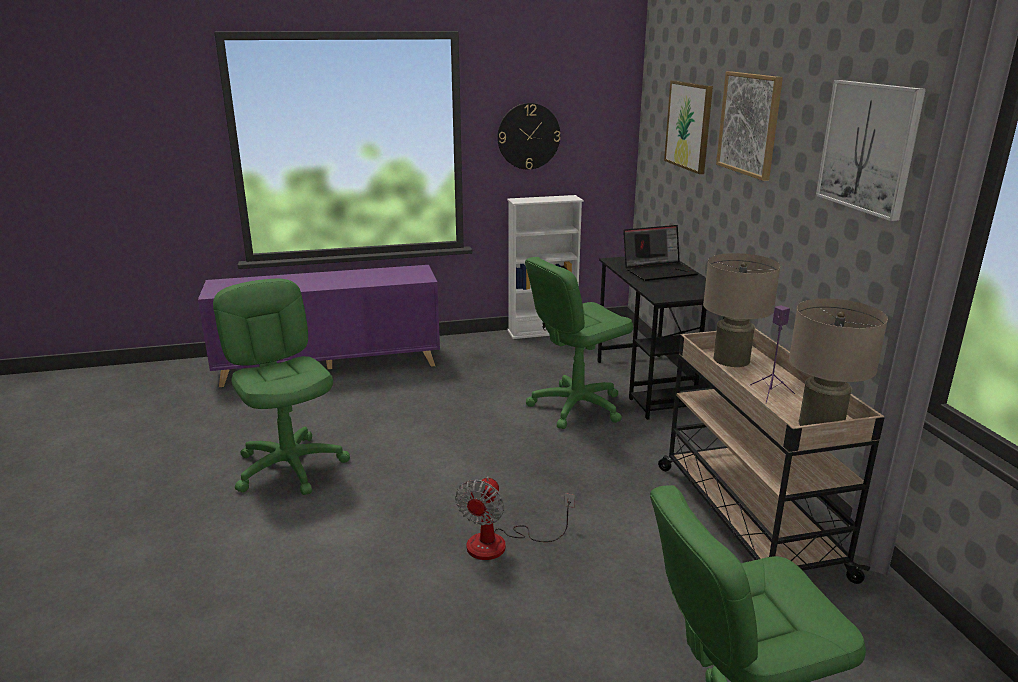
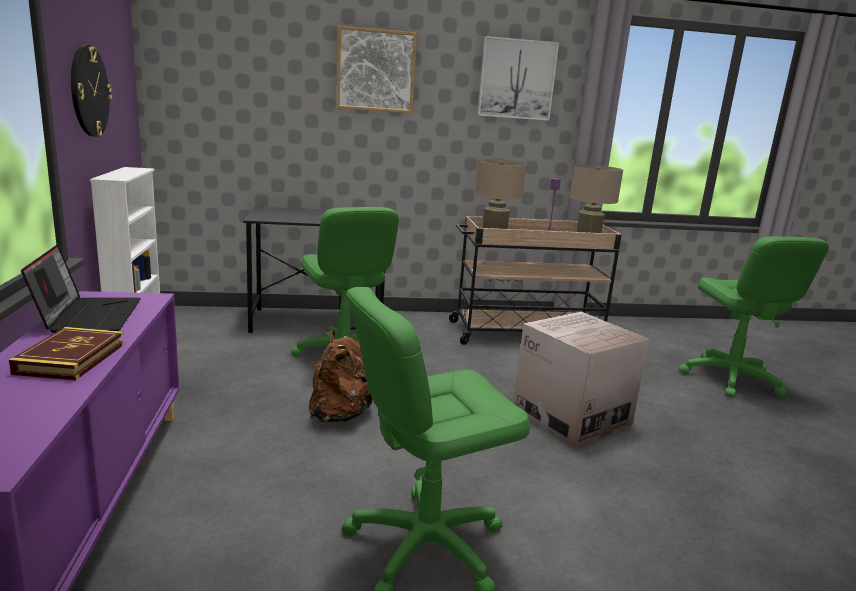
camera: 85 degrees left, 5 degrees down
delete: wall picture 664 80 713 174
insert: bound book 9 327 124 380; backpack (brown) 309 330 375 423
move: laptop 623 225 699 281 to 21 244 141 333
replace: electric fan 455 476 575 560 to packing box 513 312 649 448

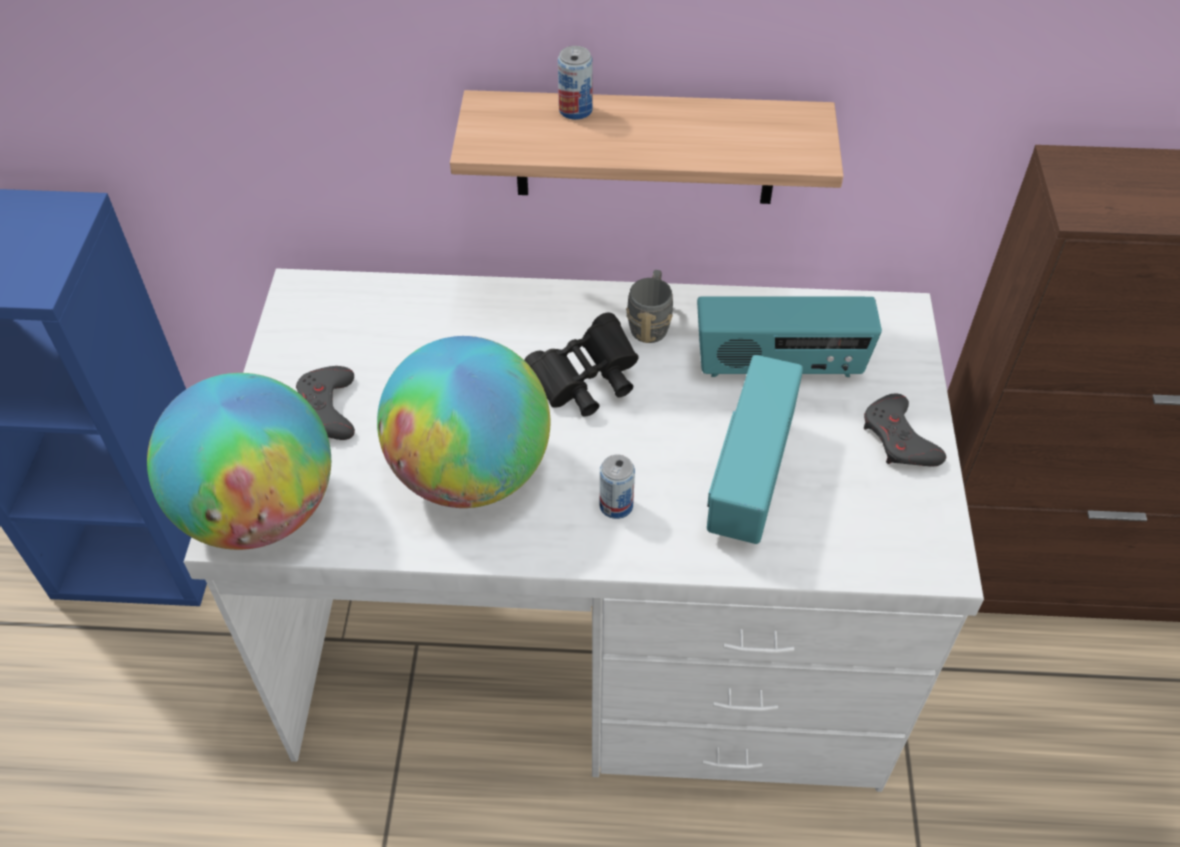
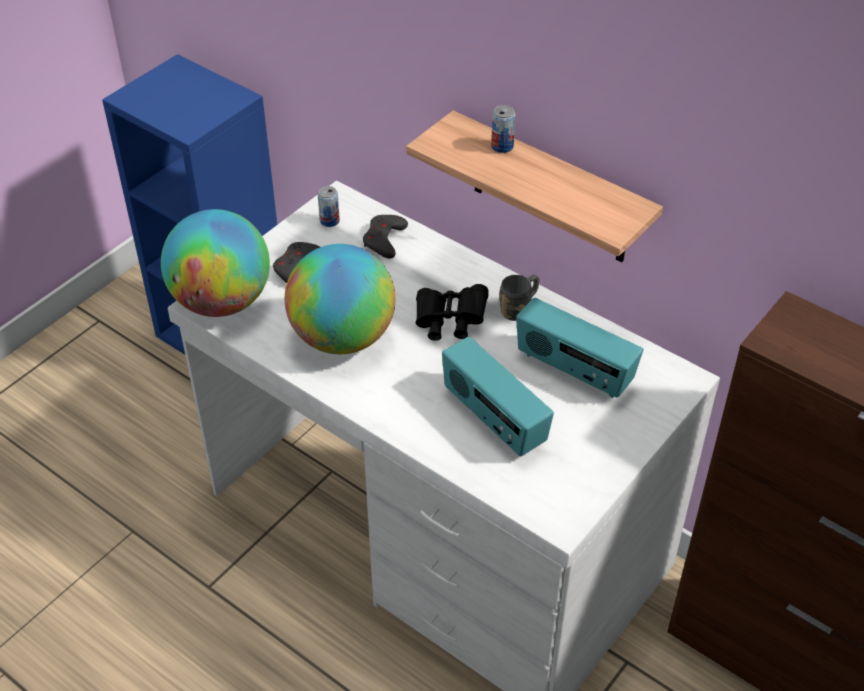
camera: 35 degrees right, 5 degrees down
move: can 600 455 635 519 to 318 186 340 227; gamepad (greyish) 864 394 946 467 to 363 215 408 259
rotate: radio set 707 355 803 544 = 442 337 554 456 90 degrees counterclockwise

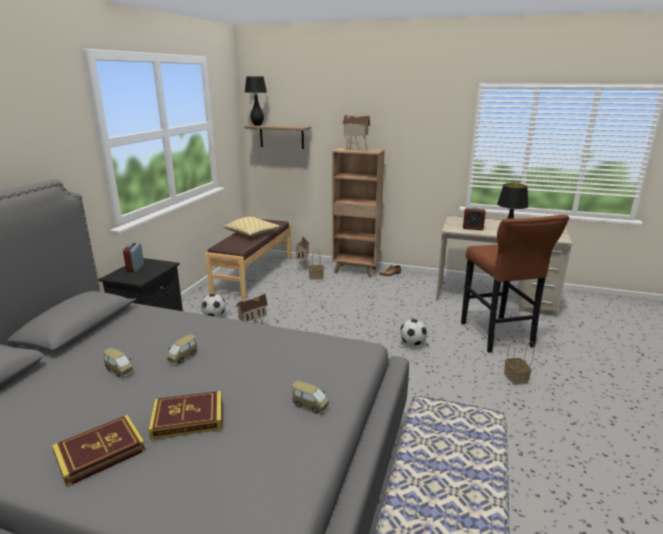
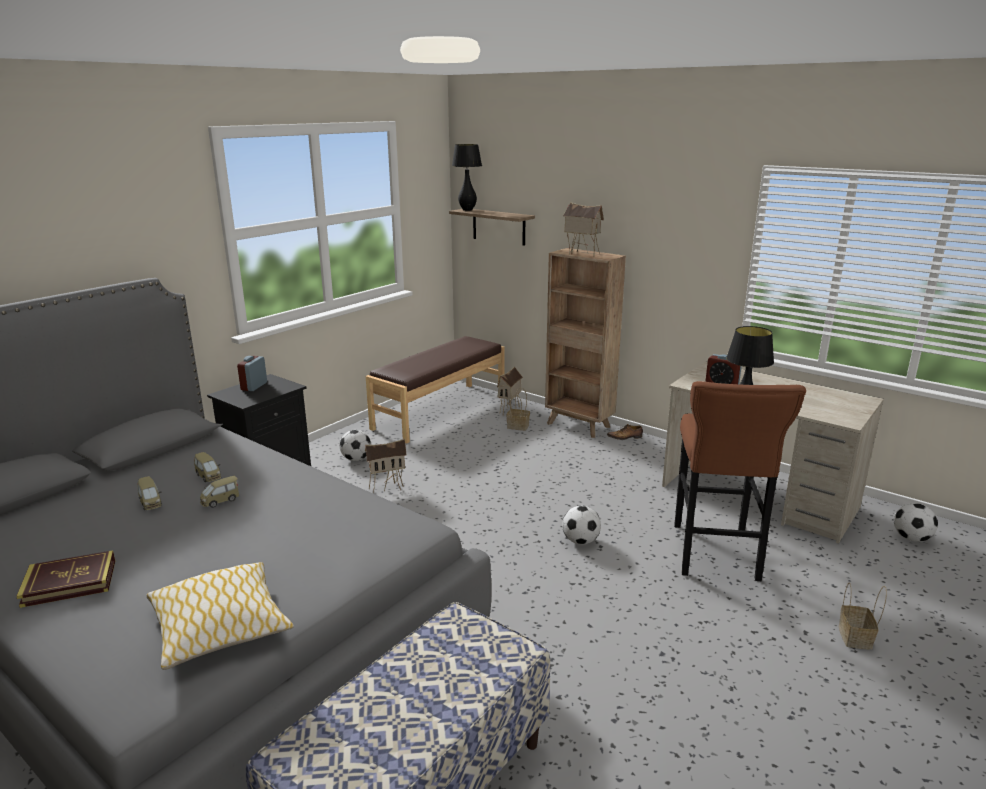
camera: 20 degrees right, 0 degrees up
delete: bound book 149 391 222 439
insert: football 894 503 938 542
move: cushion 223 217 280 236 to 146 562 294 670; miniature car 292 381 329 414 to 194 452 221 482; storage basket 504 341 534 385 to 839 582 887 650

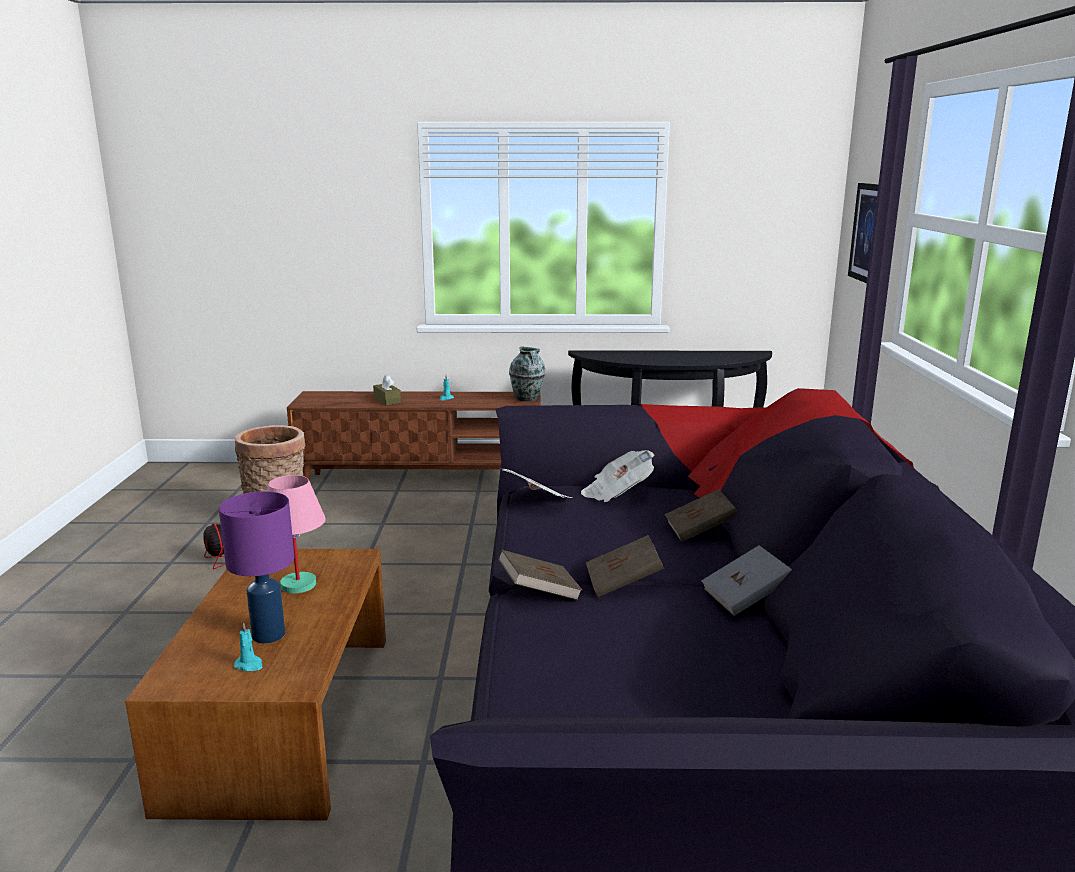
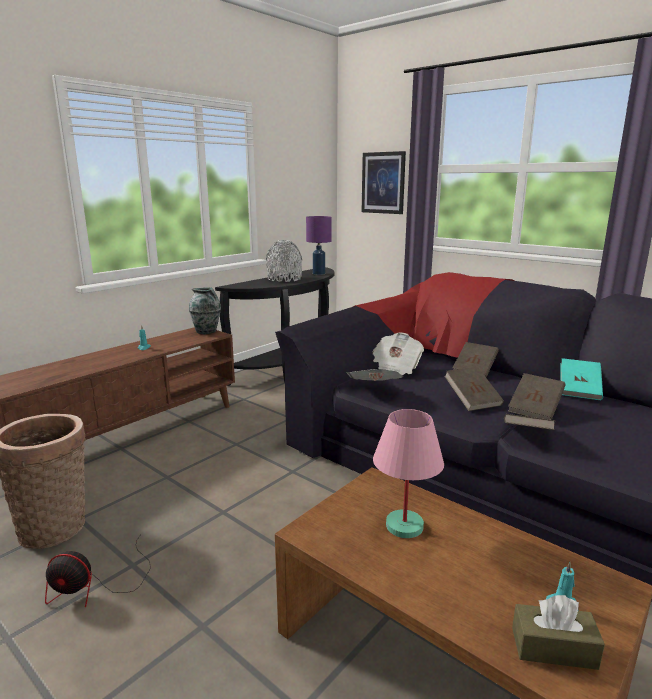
camera: 50 degrees left, 0 degrees up
insert: vase (greyish) 266 240 302 282; bound book (brown) 444 367 504 411
move: tabletop lamp (purple-coloured) 219 491 294 643 to 306 216 332 275; tissue box (brown) 373 375 401 406 to 512 595 605 670
recolor: bound book (greyish) 701 545 792 616 to bound book (blue-green) 560 358 603 400

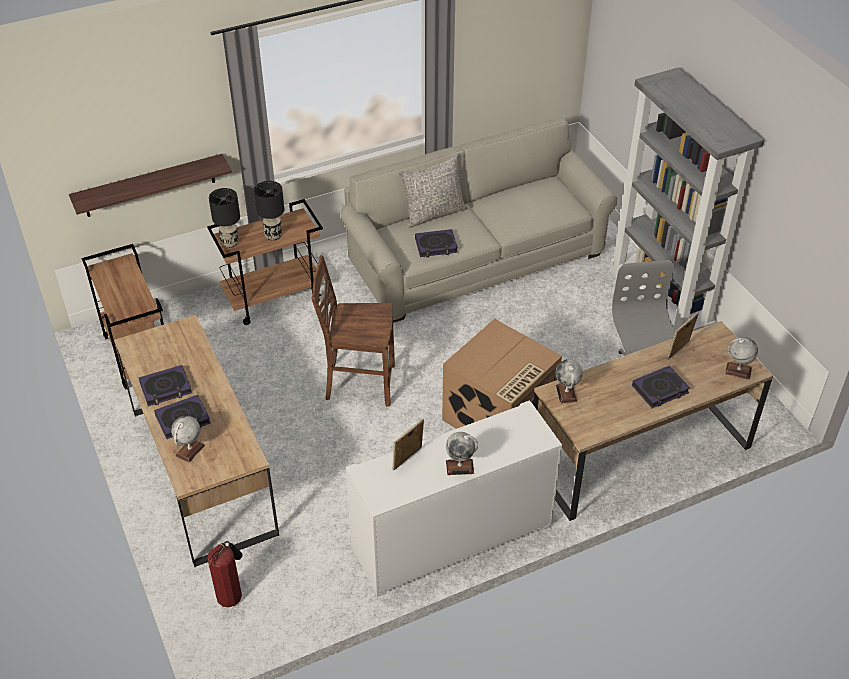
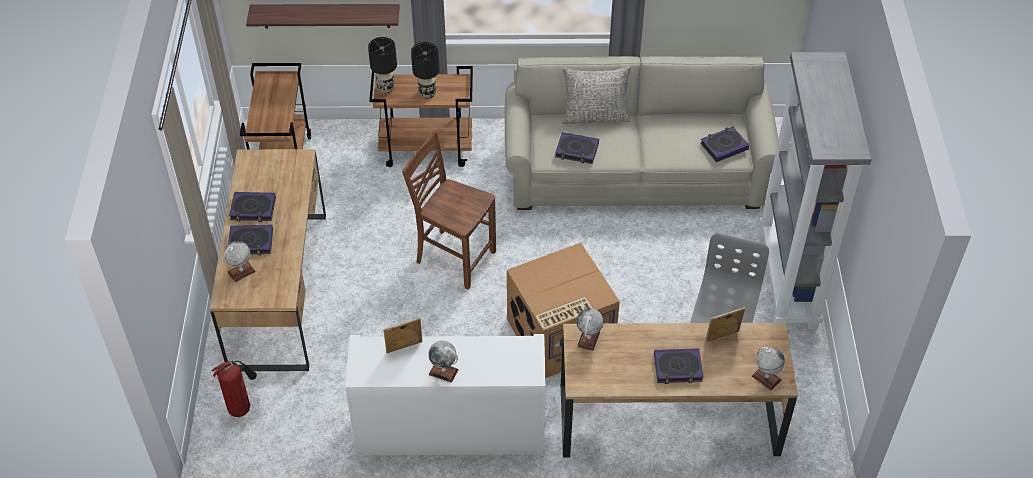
camera: 25 degrees right, 5 degrees up
insert: bound book 700 126 749 162

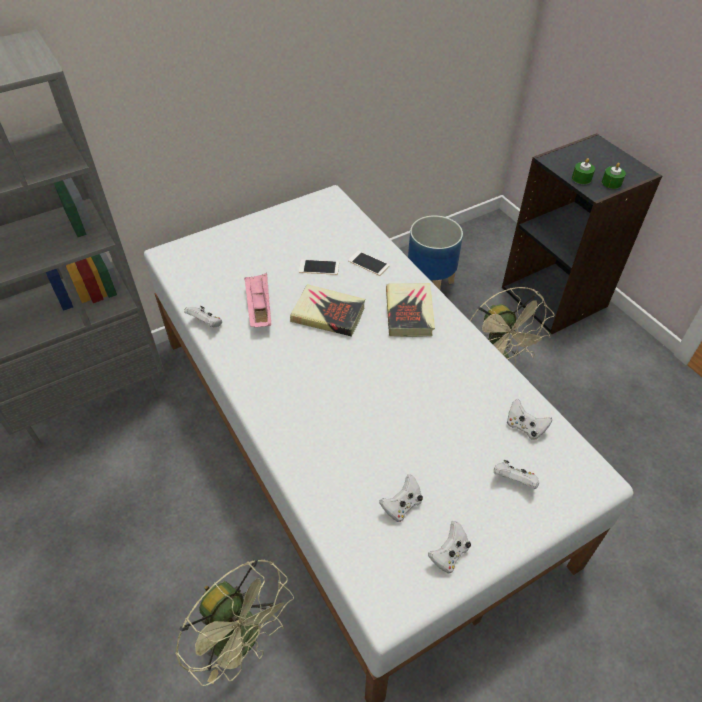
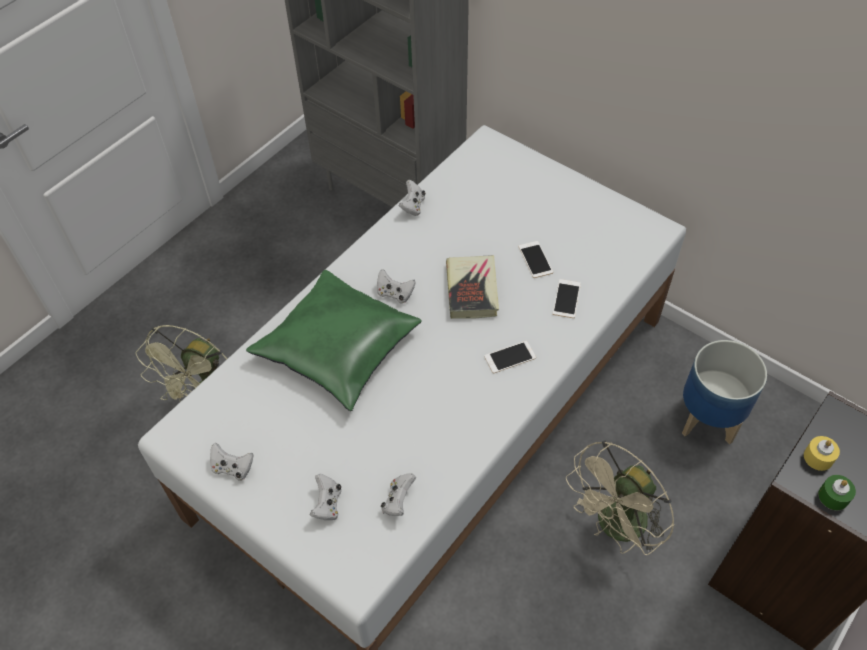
camera: 70 degrees right, 5 degrees up
delete: carrying tray (pink-coloured) 244 273 271 327
insert: cushion (green-coloured) 246 270 422 411
move: gamepad (whitish) 379 474 423 522 to 377 269 416 304
replace: bound book 386 283 435 337 to telephone 484 341 536 373
recolor: wax candle (green-coloured) 572 158 595 184 to wax candle (yellow) 804 436 840 471

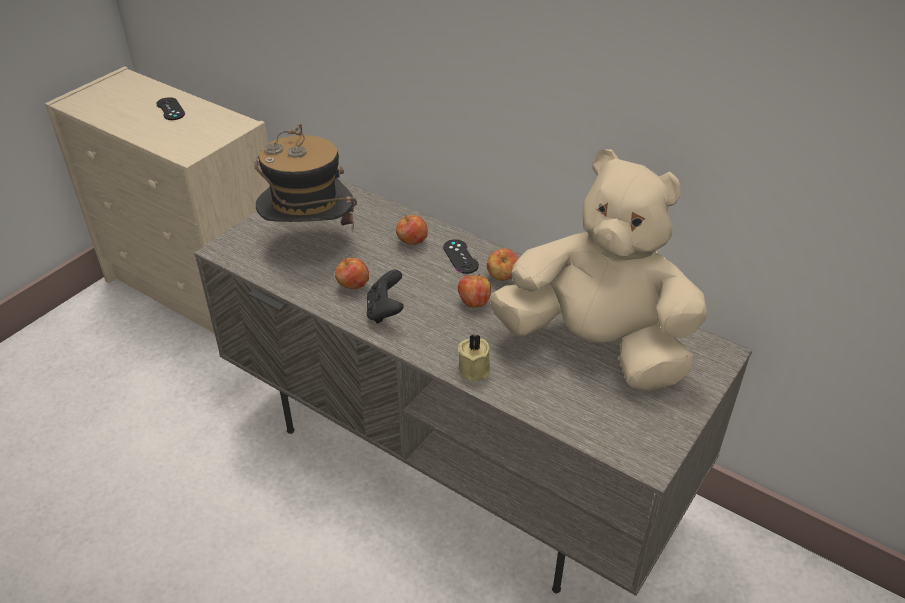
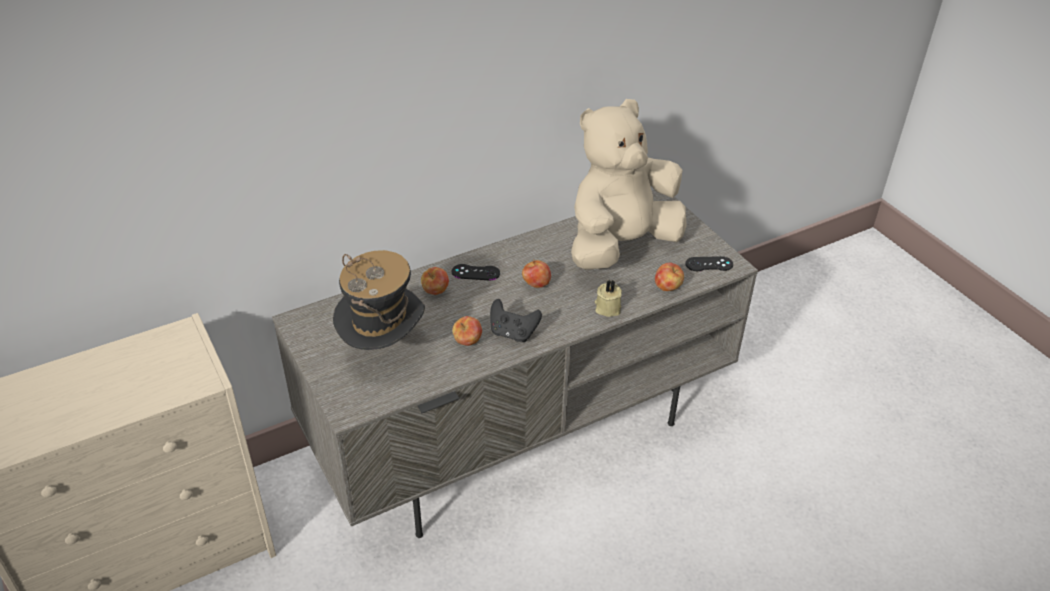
camera: 65 degrees left, 0 degrees up
move: gamepad (black-coloured) 156 97 185 120 to 685 256 733 271; whole apple 487 248 519 281 to 655 263 684 291

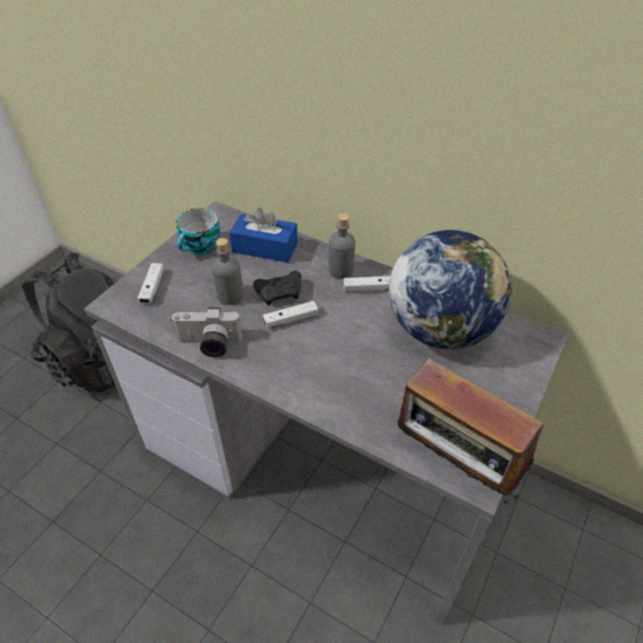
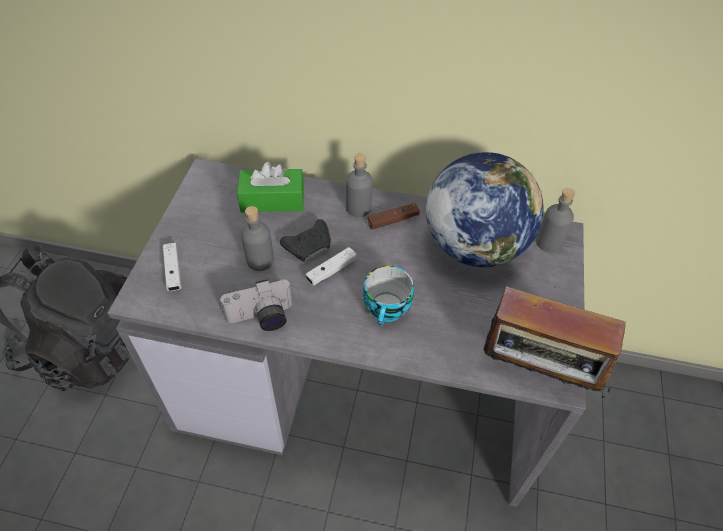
camera: 20 degrees left, 5 degrees up
insert: bottle (greyish) 536 188 575 253
move: small cup 176 208 220 255 to 363 266 414 326
recolor: tissue box (blue) 230 208 298 263 to tissue box (green-coloured) 237 162 304 213; gamepad (whitish) 344 276 391 292 to gamepad (brown) 368 203 420 229

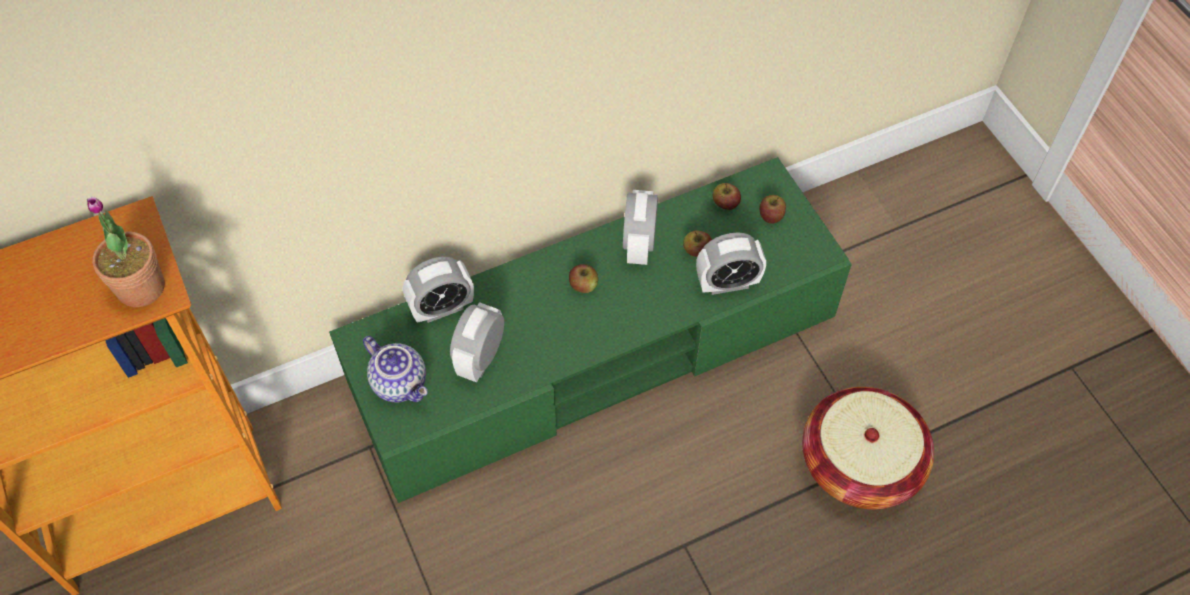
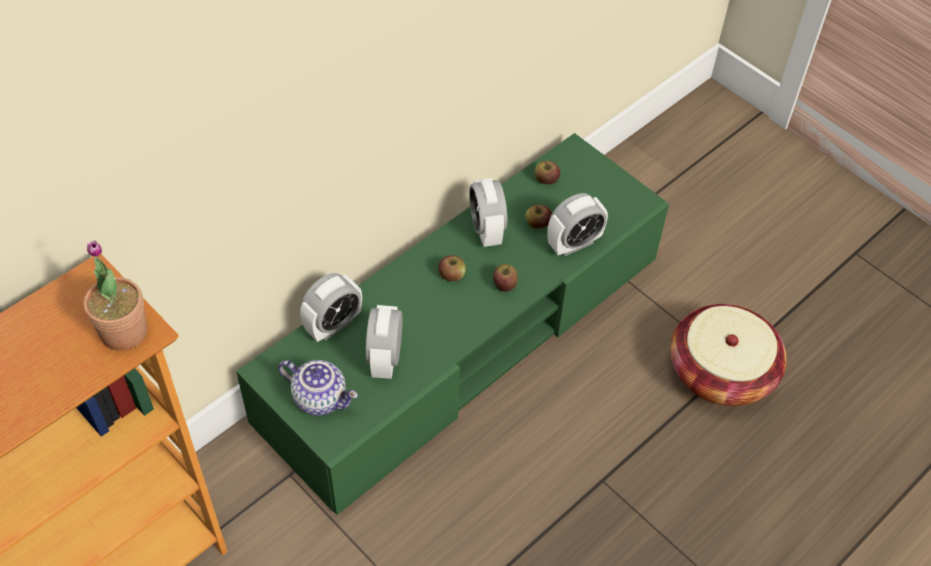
camera: 20 degrees left, 5 degrees down
move: whole apple 759 195 786 224 to 493 264 518 292

